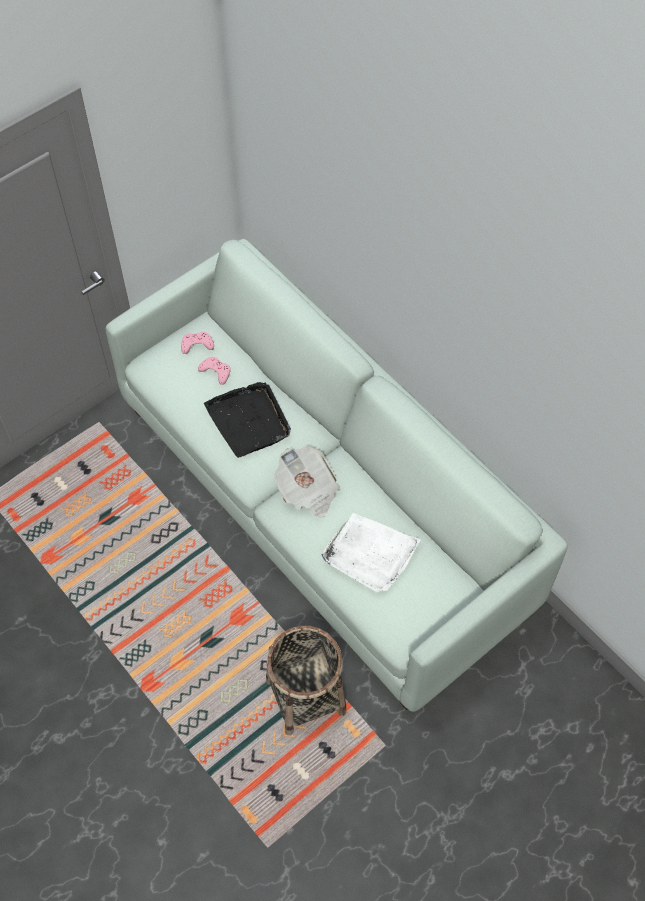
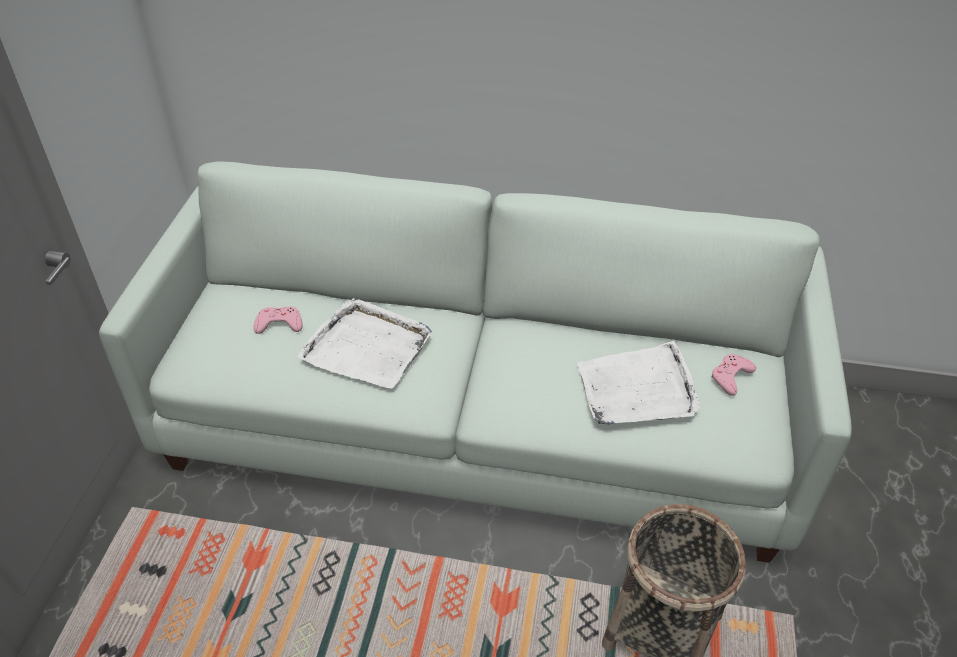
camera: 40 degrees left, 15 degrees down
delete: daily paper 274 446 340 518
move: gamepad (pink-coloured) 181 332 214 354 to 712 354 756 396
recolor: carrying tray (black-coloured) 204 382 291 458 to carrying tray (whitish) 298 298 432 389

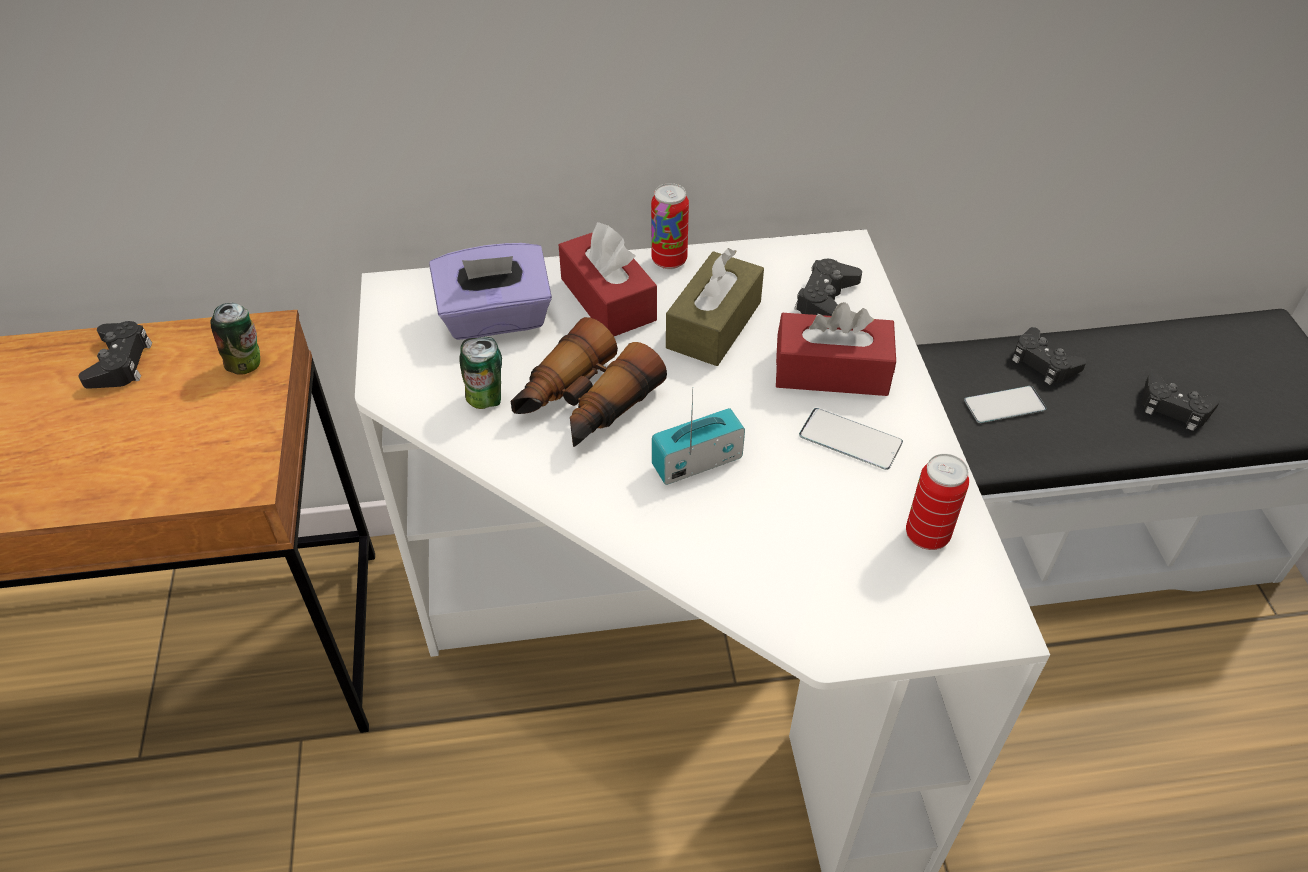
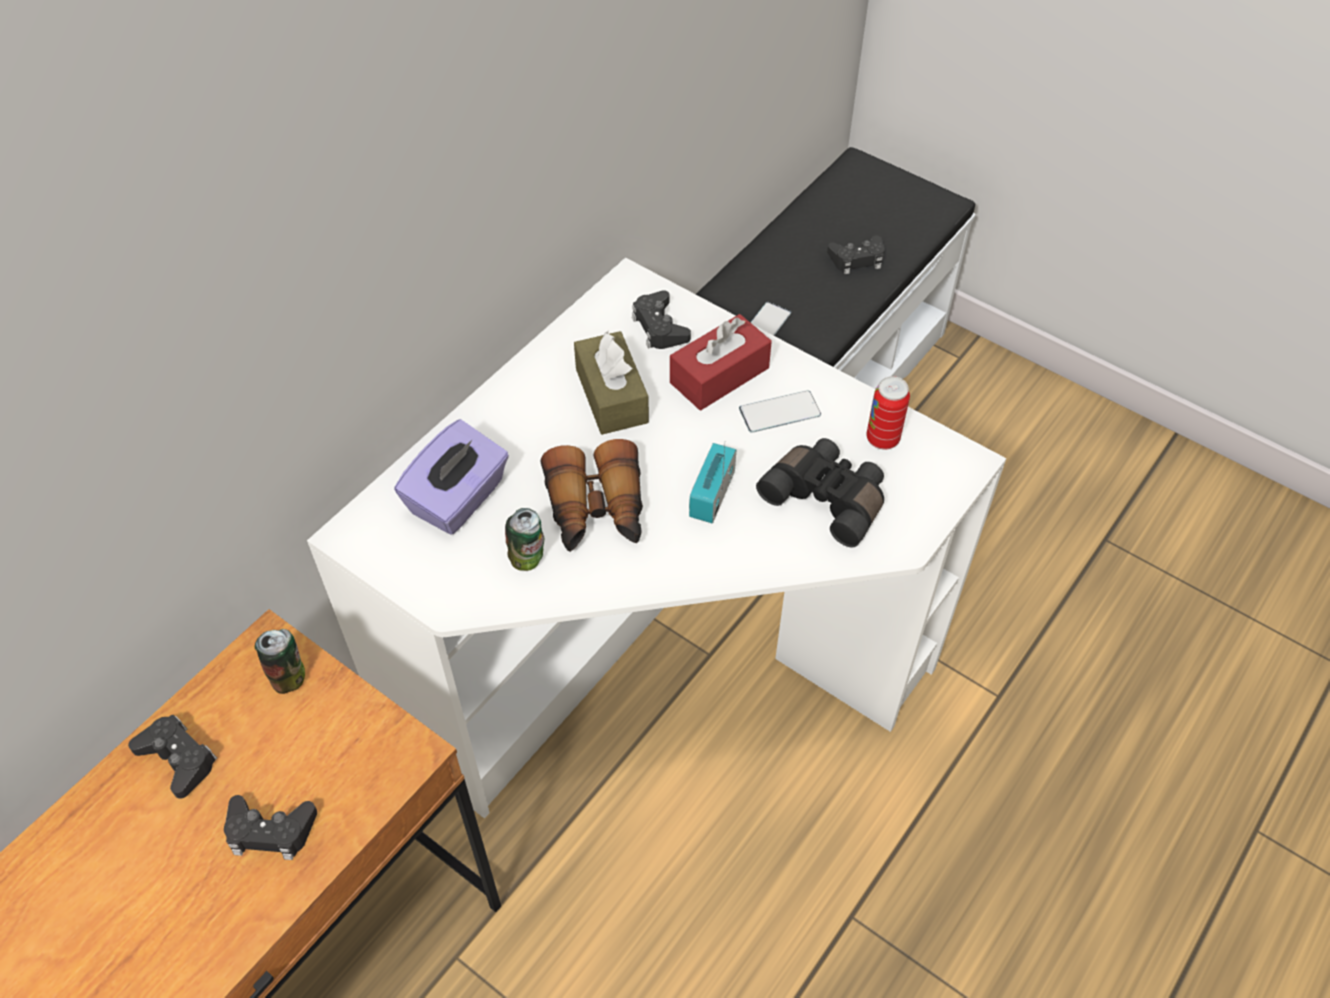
camera: 45 degrees left, 5 degrees up
delete: tissue box (reddish) 559 222 657 336; can 651 183 689 269
insert: binoculars (black-coloured) 756 438 884 548
move: gamepad (black-coloured) 1012 327 1086 385 to 224 795 317 860

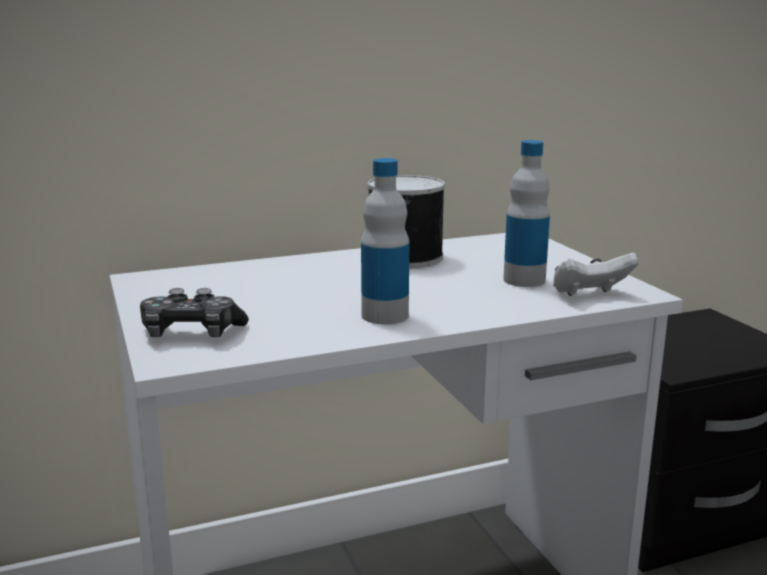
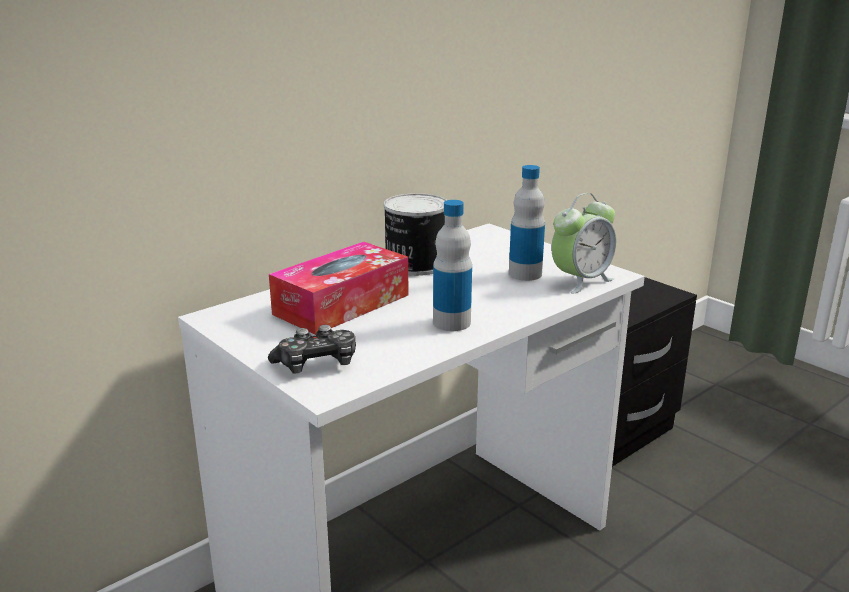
camera: 20 degrees left, 5 degrees up
insert: tissue box 269 242 408 335
replace: gamepad (whitish) 553 253 639 296 to alarm clock 551 193 616 294

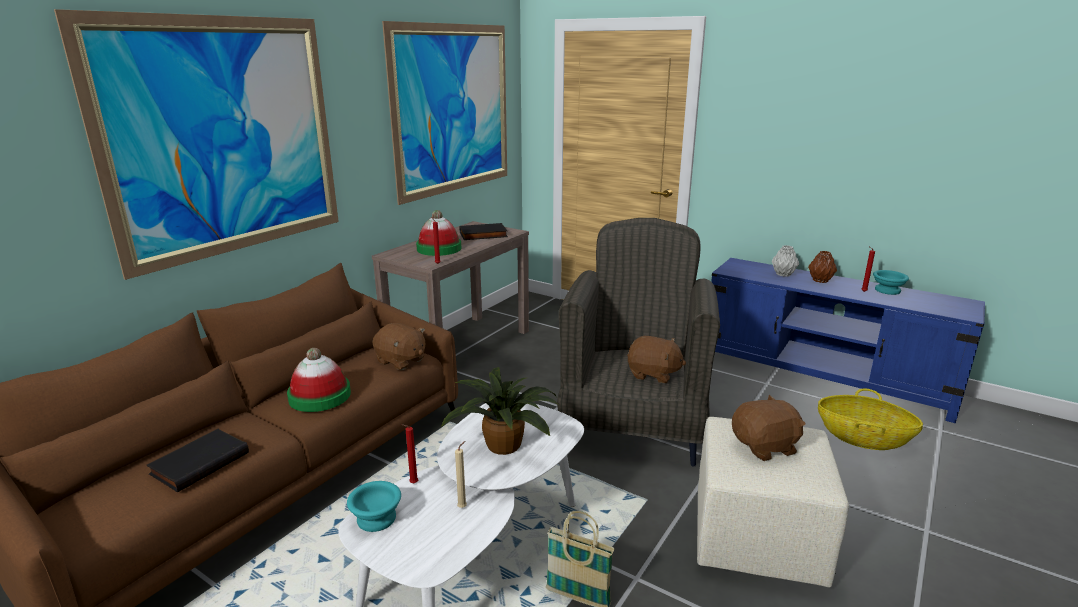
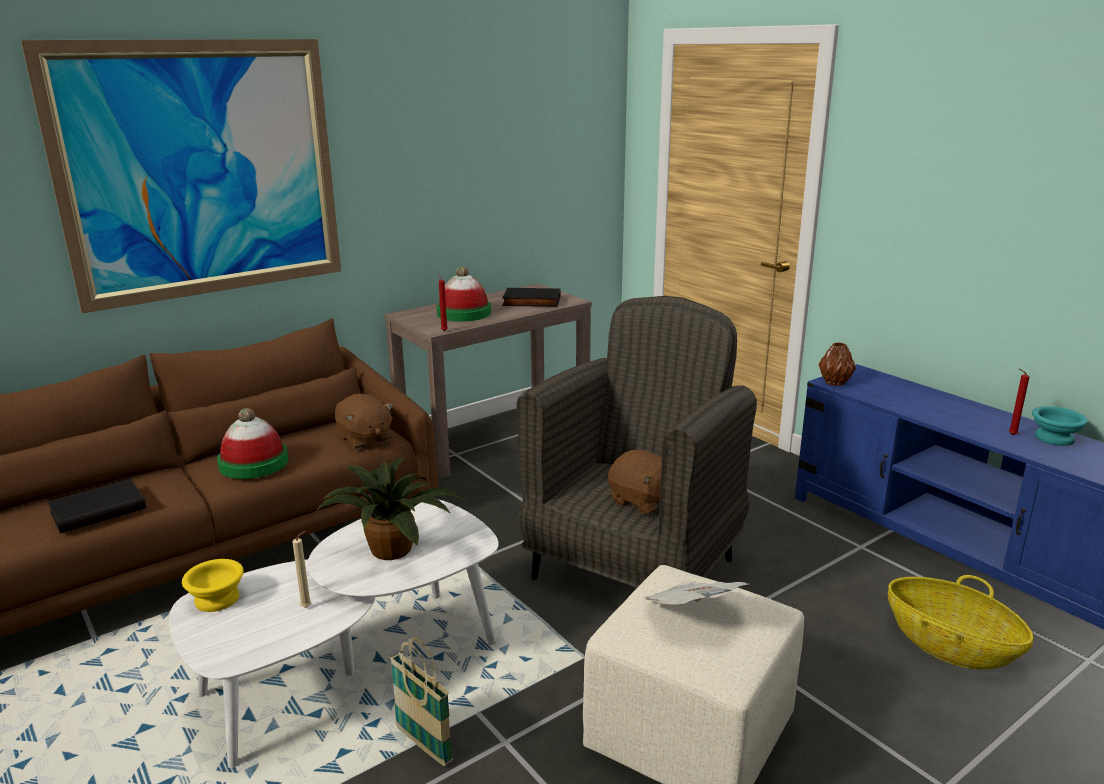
camera: 20 degrees right, 0 degrees up
delete: wall picture 382 21 507 205; wax candle (reddish) 402 424 418 483; vase (greyish) 772 245 799 277
move: vase (brown) 808 251 837 283 to 818 342 856 386
replace: soft toy (brown) 732 395 806 461 to daily paper 643 581 749 605
recolor: bowl (blue-green) 347 481 401 532 to bowl (yellow) 182 559 244 612

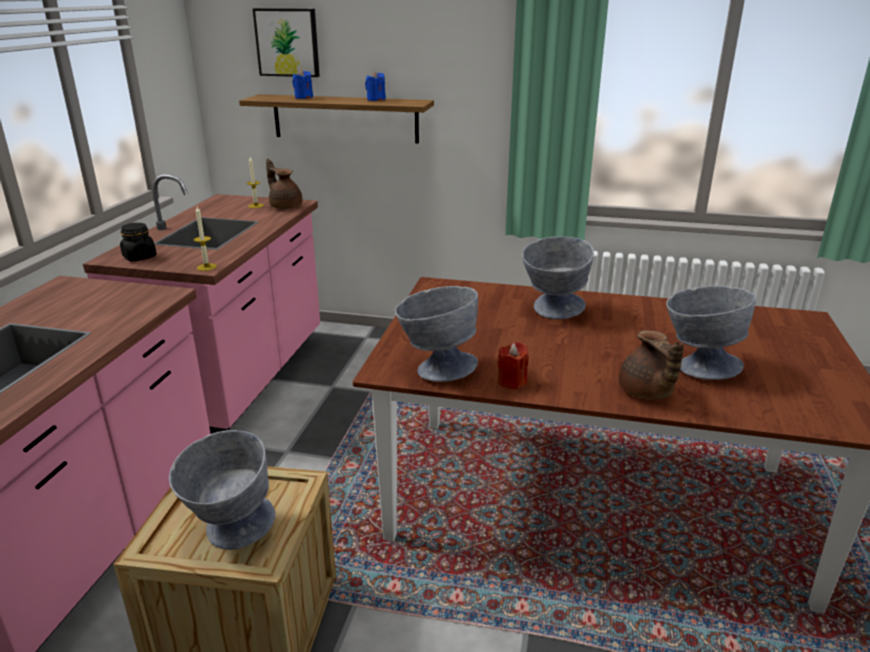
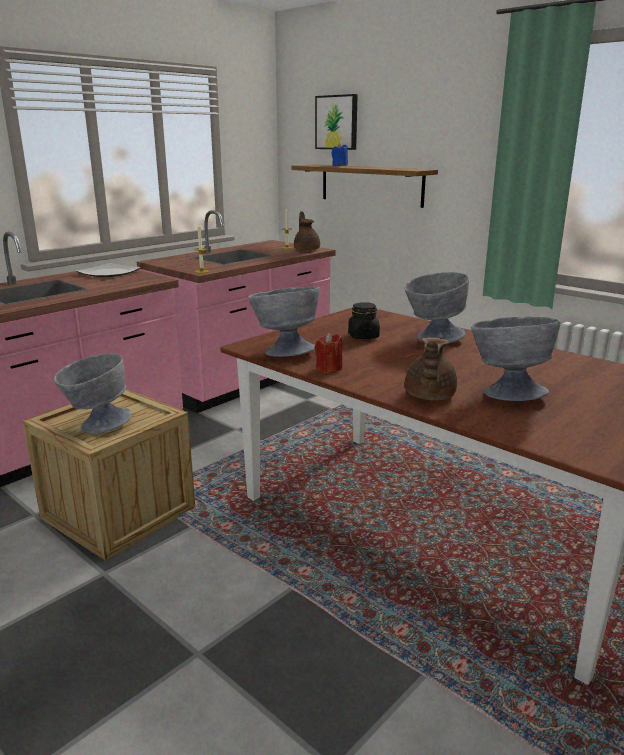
camera: 30 degrees right, 5 degrees down
delete: wax candle (blue) 365 71 386 101
insert: plate 76 263 141 277
move: preserve jar (black-coloured) 120 223 157 261 to 348 302 380 339

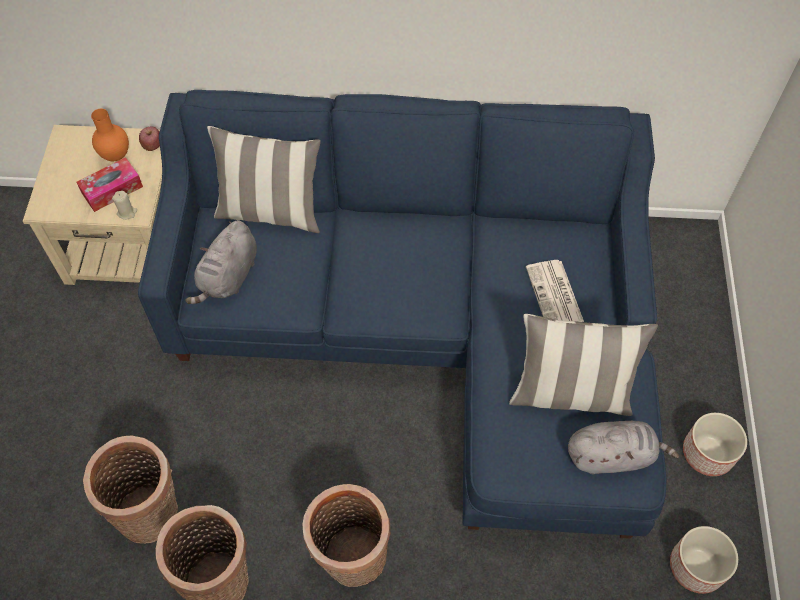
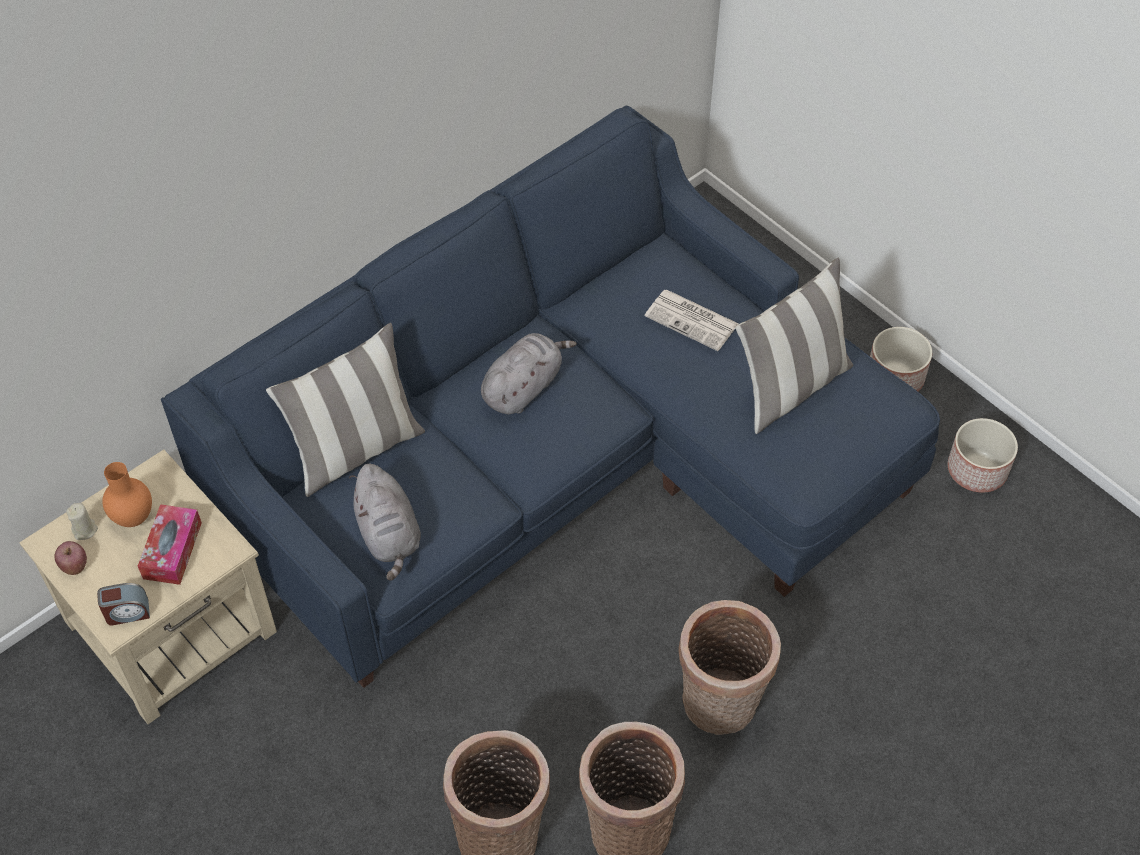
camera: 45 degrees left, 5 degrees down
insert: alarm clock 97 583 150 626
move: wax candle (beige-coloured) 112 191 137 220 to 66 503 98 540; whole apple 139 127 160 151 to 54 541 87 575; soft toy (greyish) 568 421 679 474 to 481 333 577 415

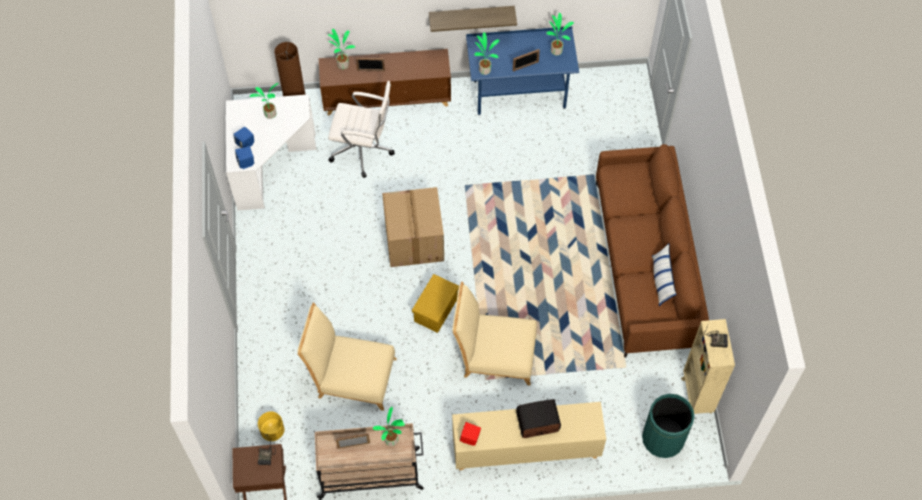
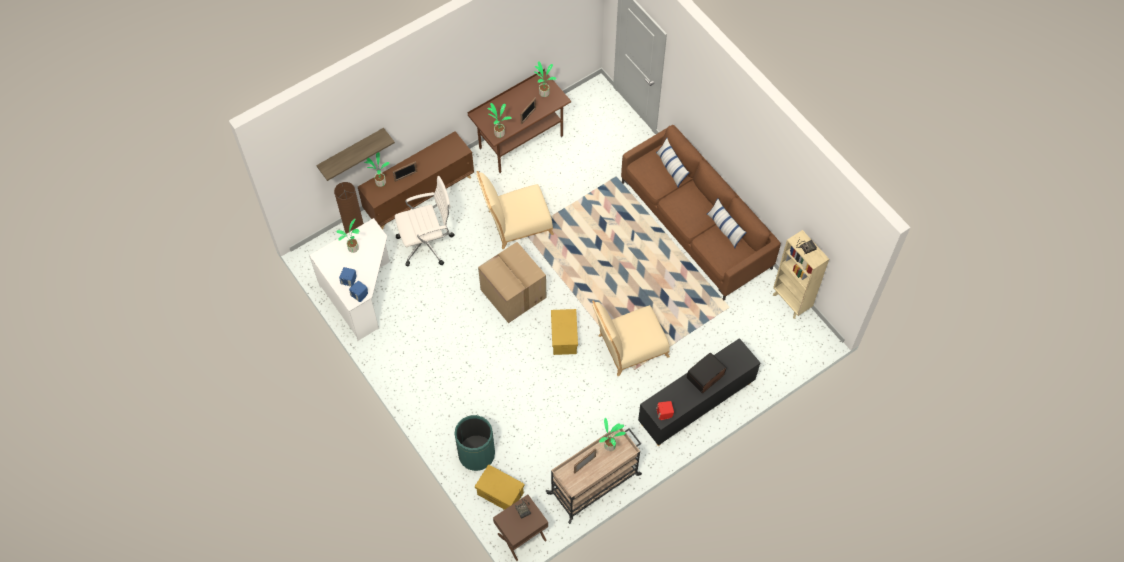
camera: 30 degrees left, 0 degrees up
insert: cushion 656 138 690 187
move: plain chair (beige-coloured) 297 303 397 411 to 476 171 554 249; shelf 429 6 517 32 to 316 128 395 181; rubbish bin (green-coloured) 642 394 694 458 to 454 415 495 471
replace: plant pot (yellow) 258 412 284 441 to storage bin (yellow) 475 464 525 510
recolor: cabinet (beige-coloured) 452 402 606 470 to cabinet (black-coloured) 638 338 760 446; desk table (blue) 466 26 579 116 to desk table (brown) 468 69 571 173

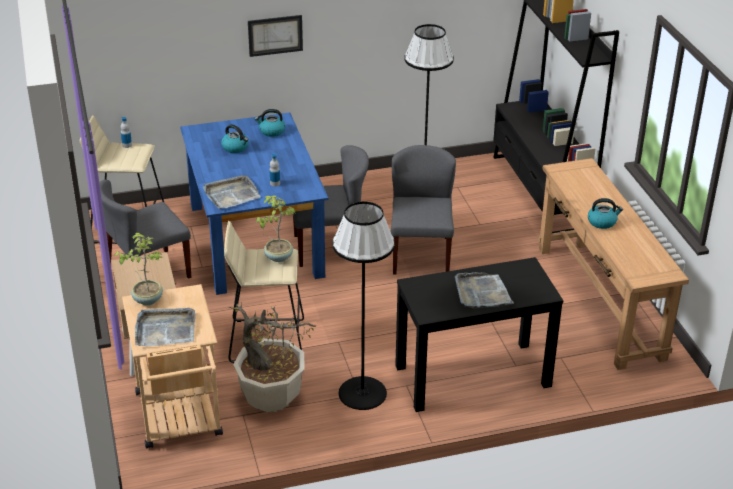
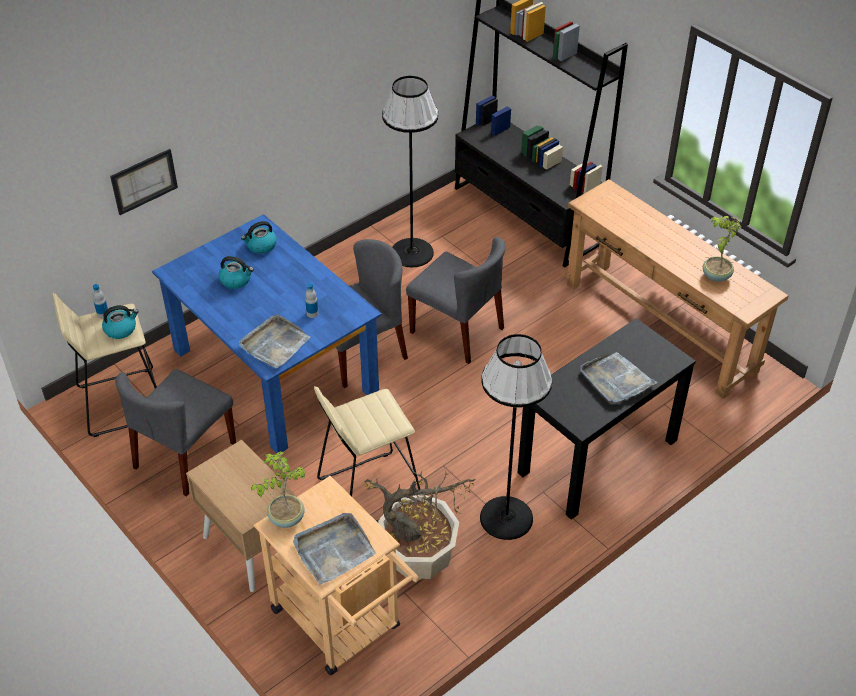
camera: 25 degrees left, 10 degrees up
move: wall picture 248 15 303 57 to 110 149 178 215; plant in a pot 256 196 295 262 to 703 216 741 282; tea kettle 588 198 623 229 to 102 305 139 339
rotate: plain chair (greyish) 391 145 456 275 = 406 237 505 364 150 degrees clockwise

